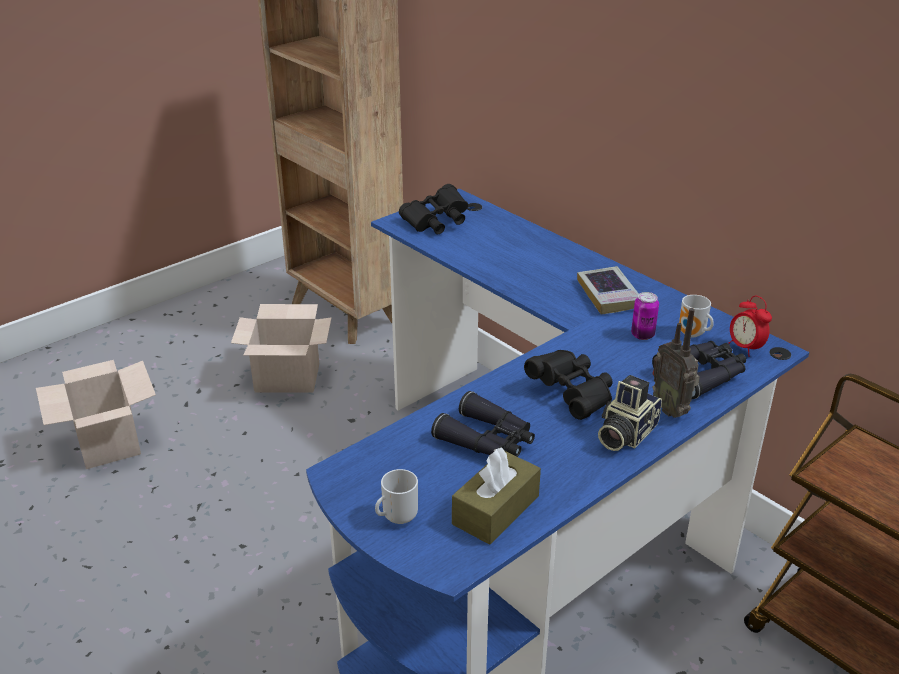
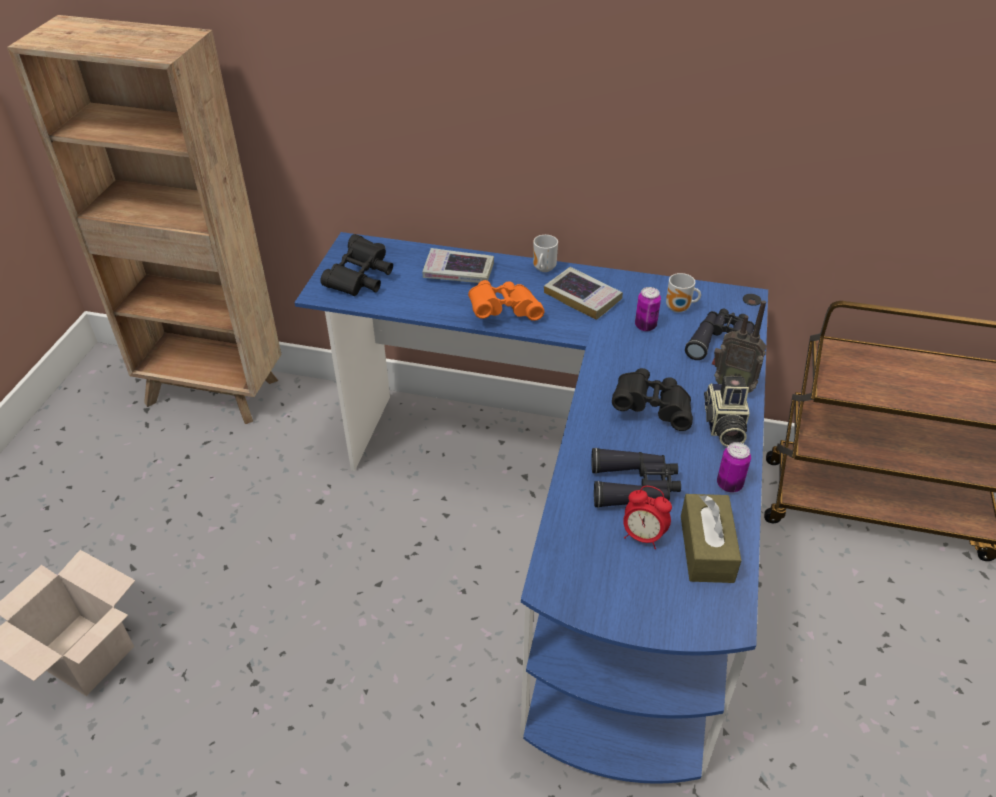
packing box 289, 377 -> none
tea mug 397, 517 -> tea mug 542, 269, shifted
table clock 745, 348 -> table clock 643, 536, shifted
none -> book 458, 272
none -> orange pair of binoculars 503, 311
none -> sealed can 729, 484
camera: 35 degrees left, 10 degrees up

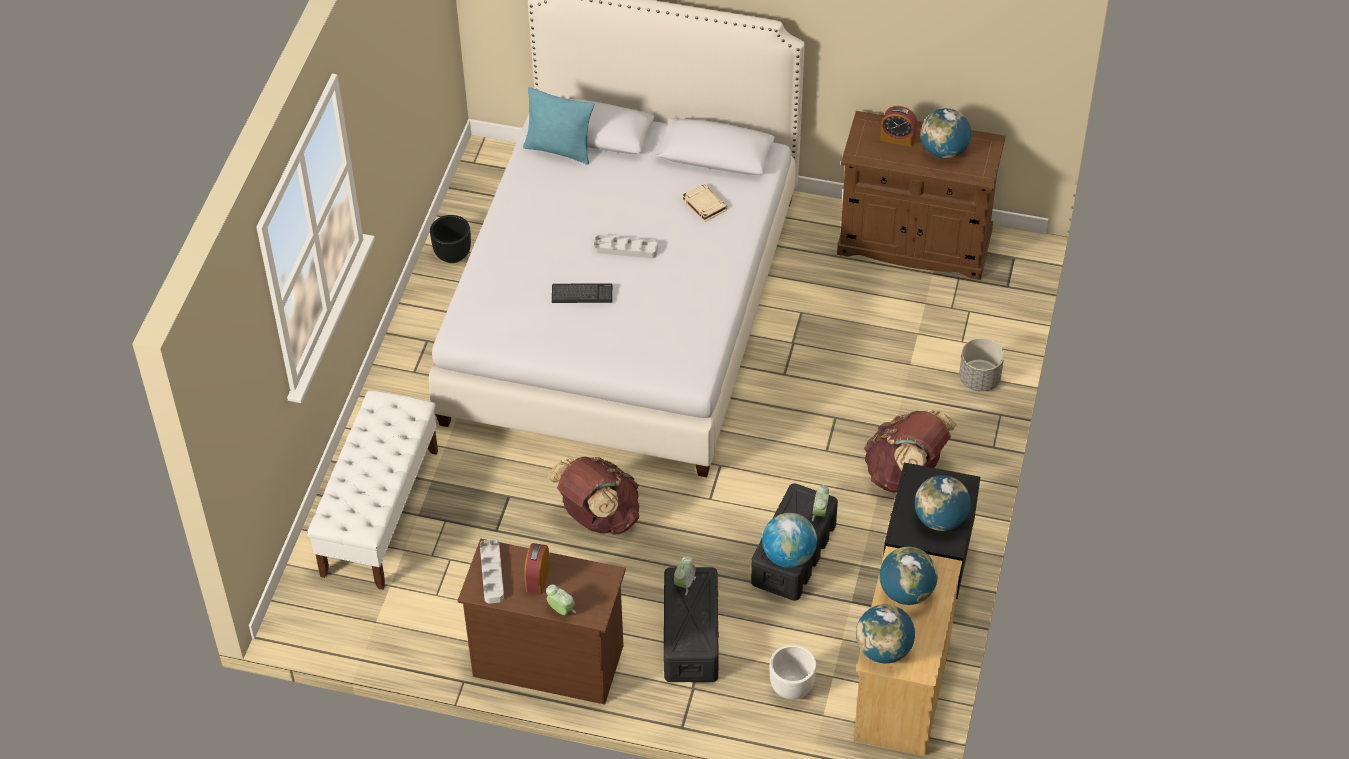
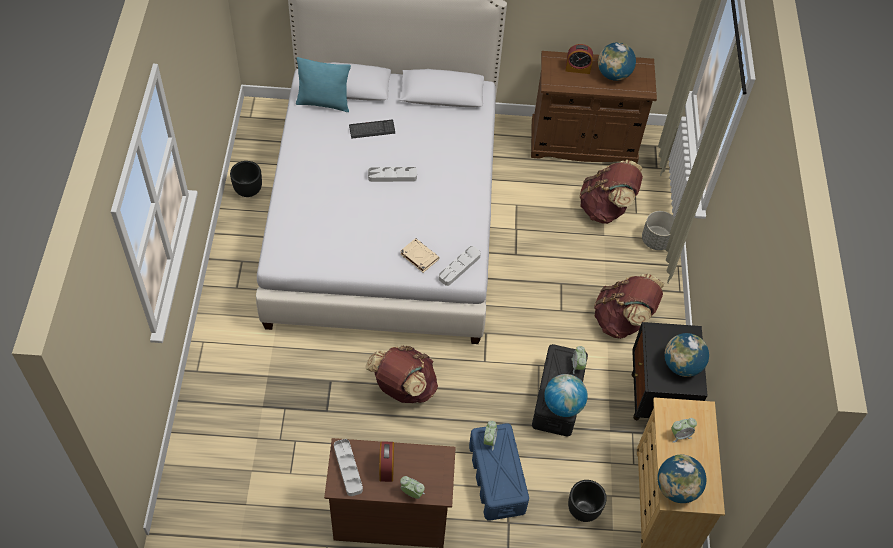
white long seat 380, 512 -> none
keyboard 582, 294 -> keyboard 372, 130, shifted
black-coloured storage bin 691, 636 -> bluish storage bin 496, 478
sand-coloured book 703, 204 -> sand-coloured book 419, 256, shifted
white flower pot 792, 687 -> black-coloured flower pot 583, 509
globe 906, 592 -> table clock 680, 435
none -> greyish serving tray 459, 267
none -> brown-coloured knapsack 606, 208
camera: 15 degrees left, 5 degrees up

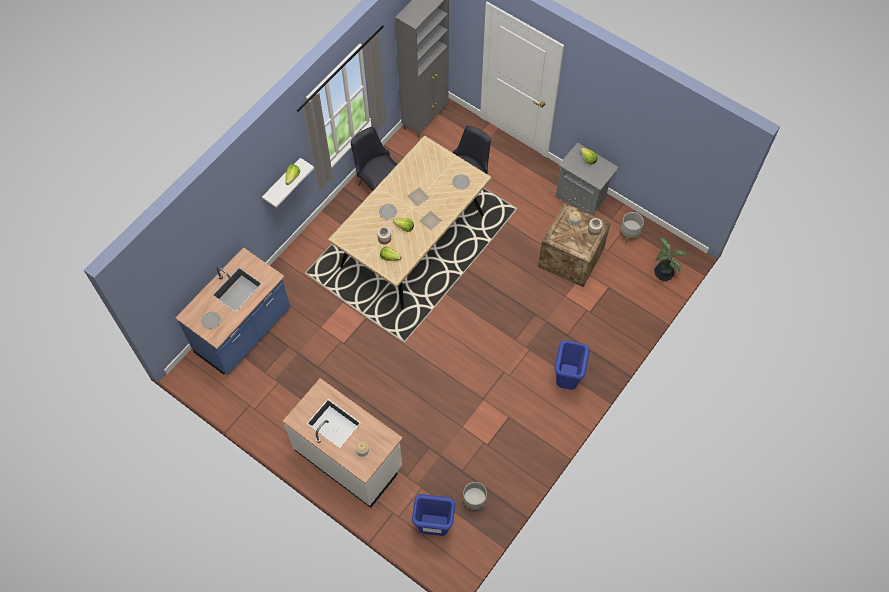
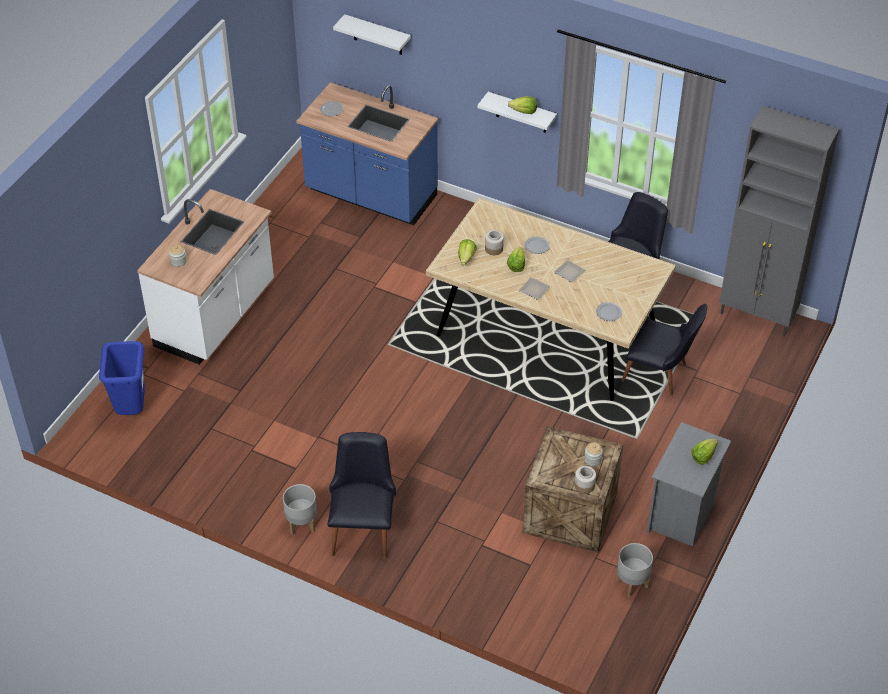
greyish flower pot 474, 503 -> greyish flower pot 301, 524, shifted
bluish trash can 566, 380 -> black-coloured chair 363, 527
plant in a pot 662, 273 -> none
none -> white wall shelf 377, 35
camera: 80 degrees right, 15 degrees down

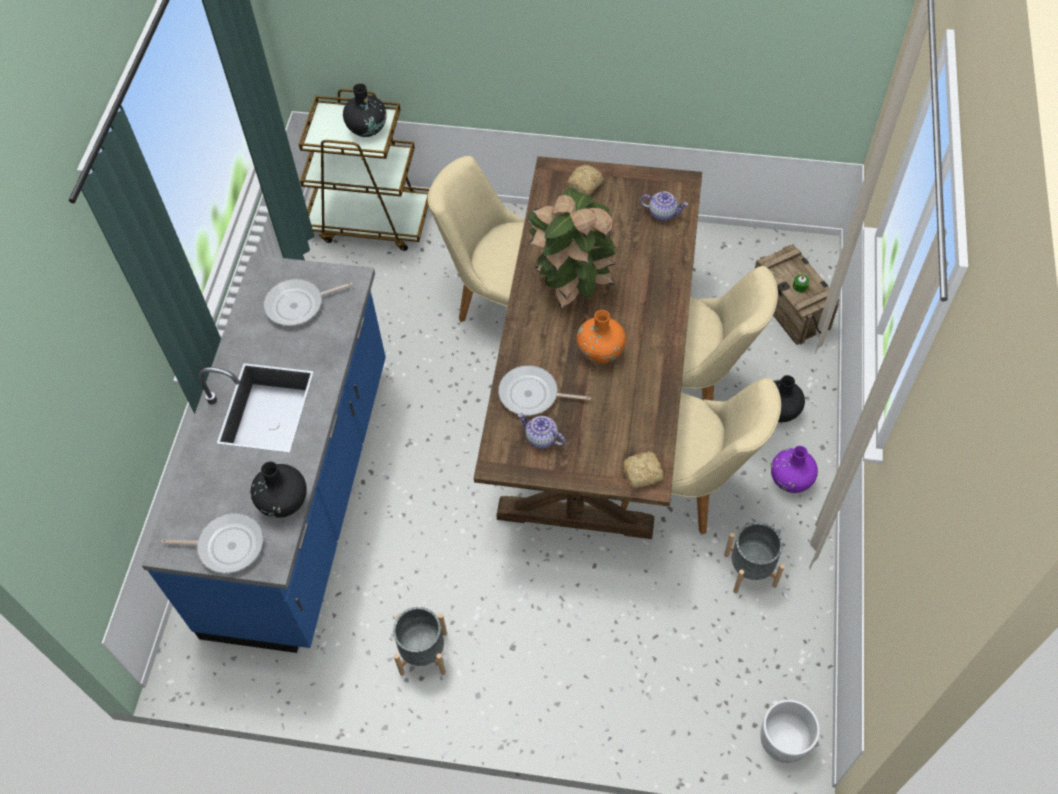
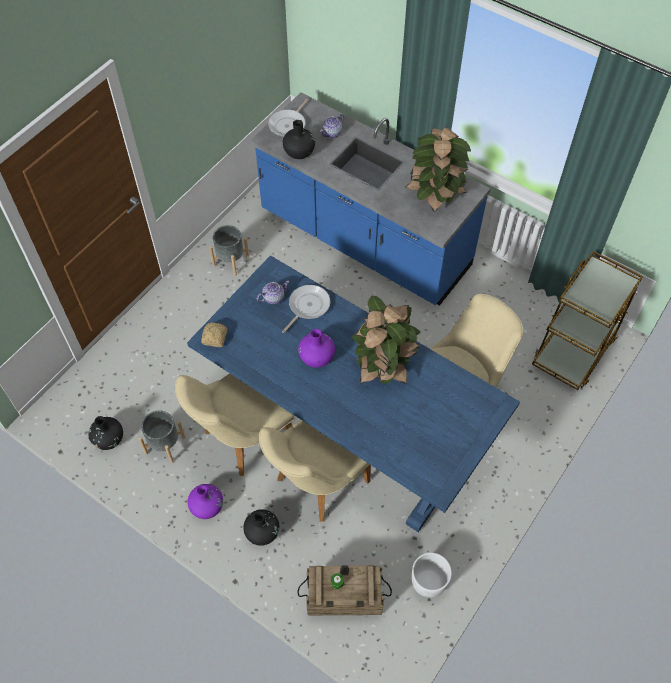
pan 298, 305 -> plant in a pot 434, 198
black-coloured flower vase 367, 128 -> black-coloured flower vase 109, 439, shifted
brown-coloured kitchen table 594, 391 -> bluish kitchen table 347, 422
bread 584, 185 -> none
orange flower vase 600, 351 -> purple-coloured flower vase 316, 357
tea pot 663, 213 -> tea pot 332, 133, shifted
white flower pot 783, 740 -> white flower pot 428, 581, shifted
camera: 115 degrees right, 0 degrees up

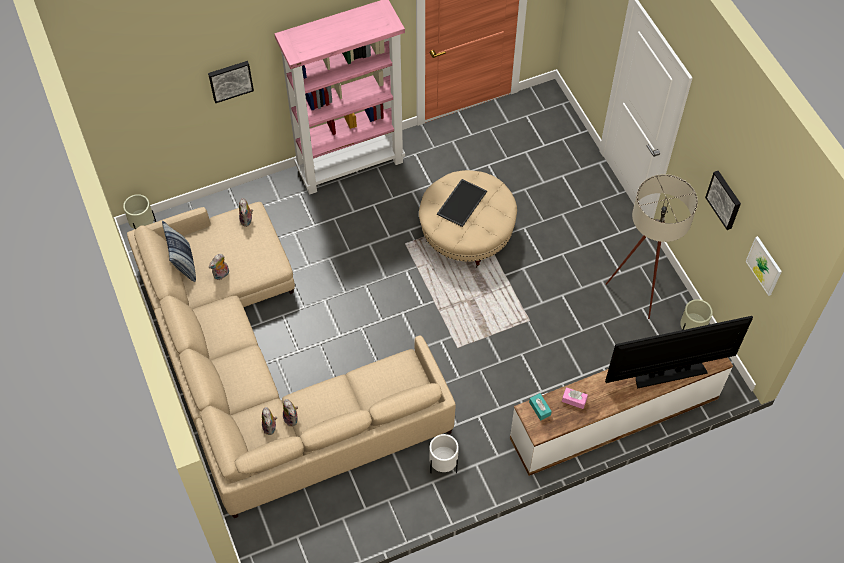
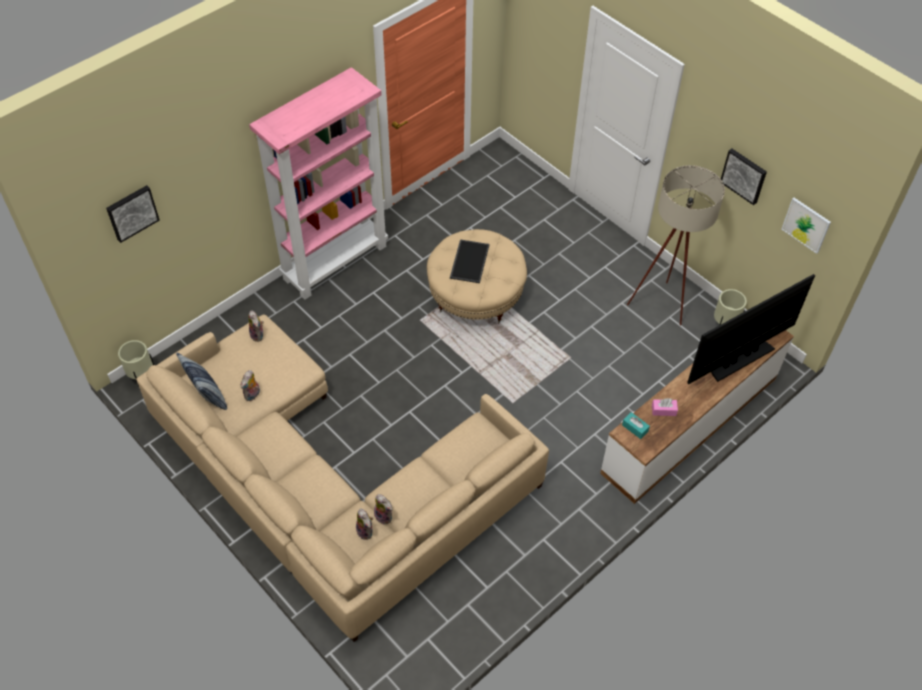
picture 230, 80 -> picture 132, 212, shifted
white flower pot 443, 466 -> none
camera: 20 degrees left, 5 degrees down

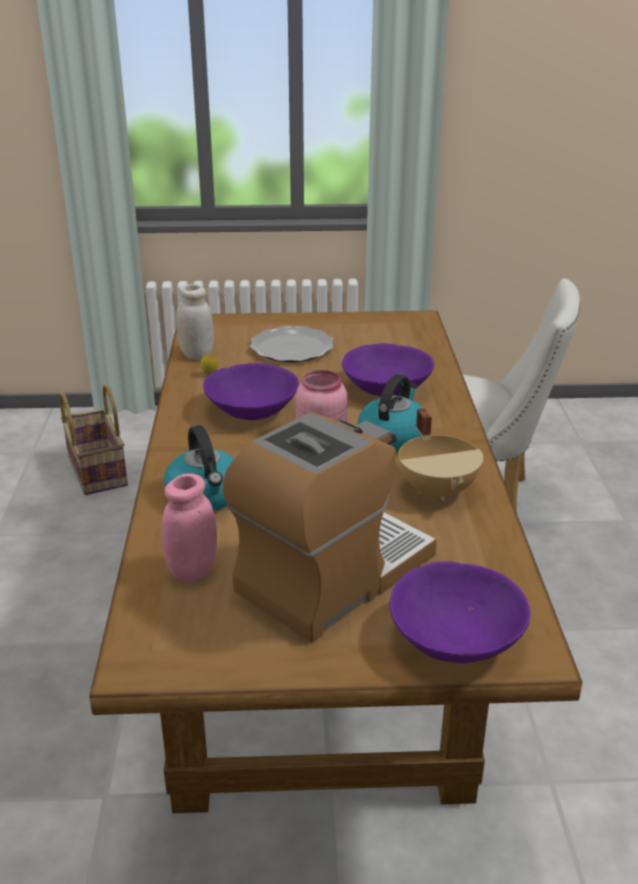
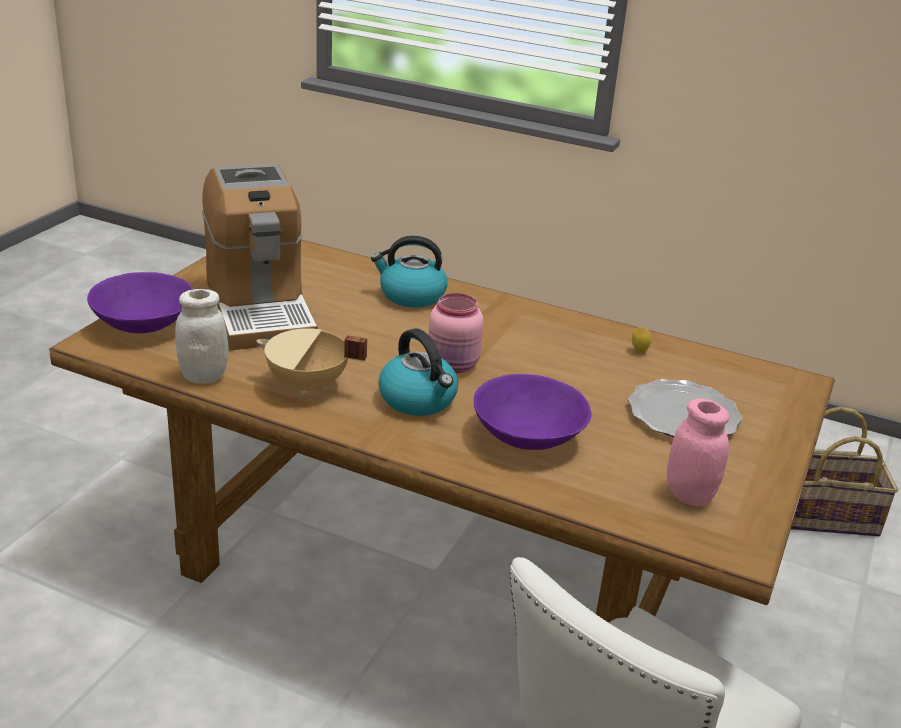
pinkish preserve jar 192, 570 -> pinkish preserve jar 689, 495, shifted
white preserve jar 196, 355 -> white preserve jar 204, 376, shifted
purple-coloured deep dish 251, 411 -> none
camera: 115 degrees right, 0 degrees up

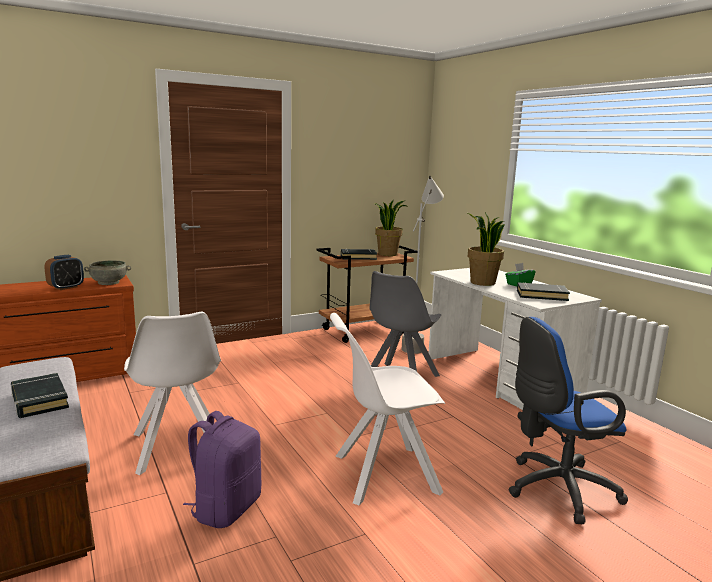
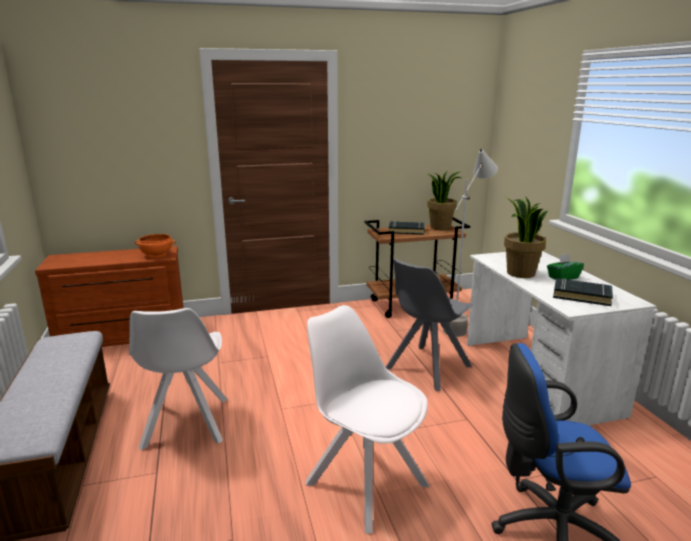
black-coloured book 39, 400 -> none
table clock 66, 287 -> none
greyish deep dish 108, 283 -> orange deep dish 156, 255
purple-coloured knapsack 226, 508 -> none
white chair 382, 474 -> white chair 364, 482, 45 degrees clockwise
camera: 15 degrees right, 5 degrees up

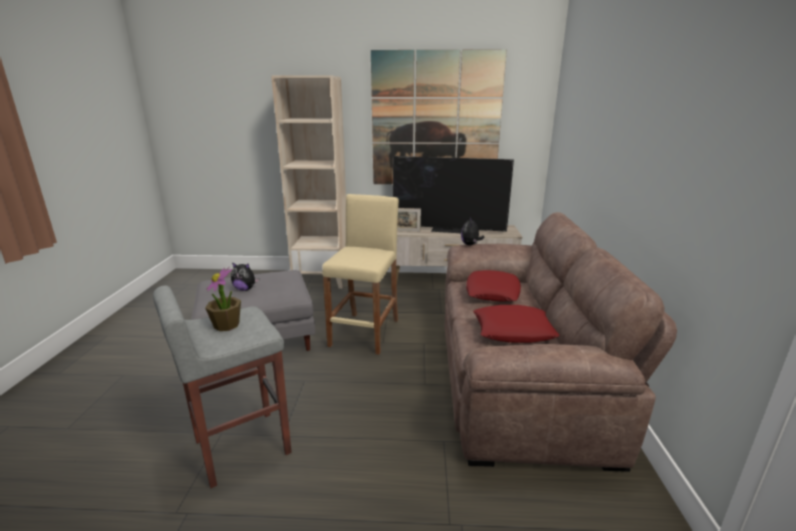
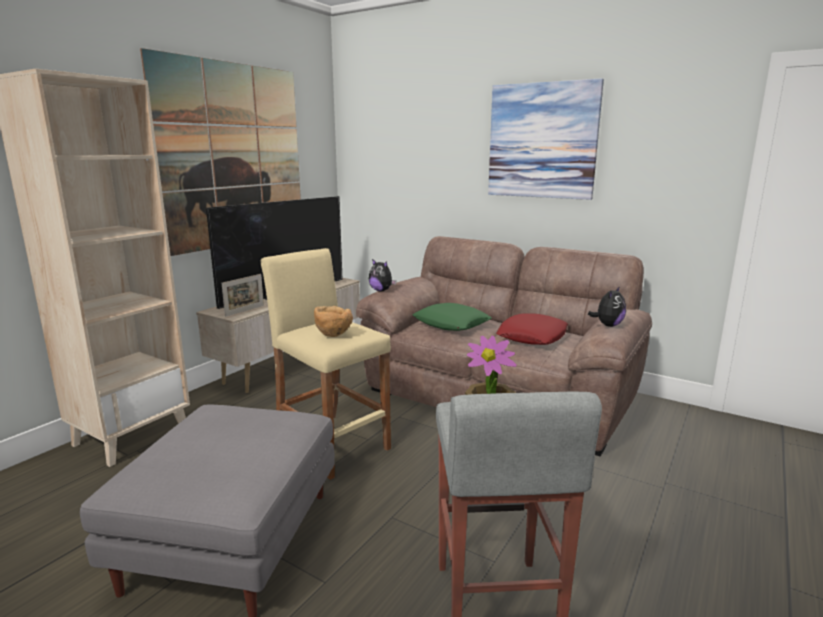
plush toy 245, 289 -> plush toy 608, 325, shifted
red-coloured throw pillow 492, 292 -> green throw pillow 451, 324
none -> brown-coloured deep dish 333, 335
none -> picture 542, 141
camera: 60 degrees left, 5 degrees down

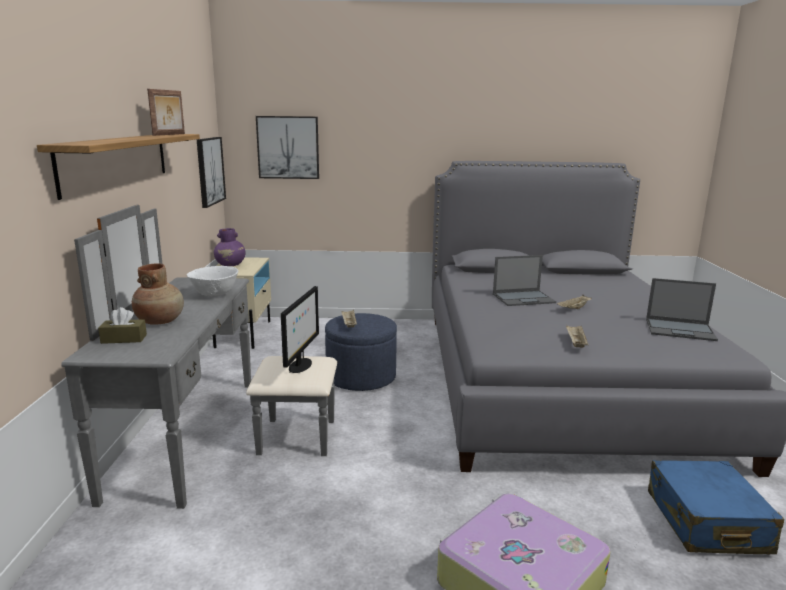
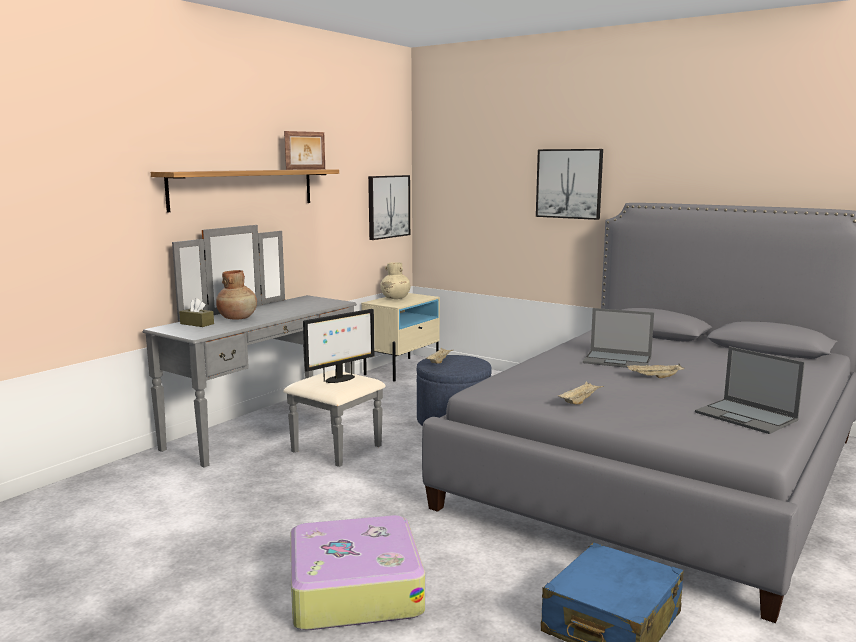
white deep dish 215, 295 -> none
purple-coloured flower vase 230, 265 -> sand-coloured flower vase 395, 298
picture 288, 147 -> picture 569, 183, shifted
camera: 35 degrees right, 5 degrees down

